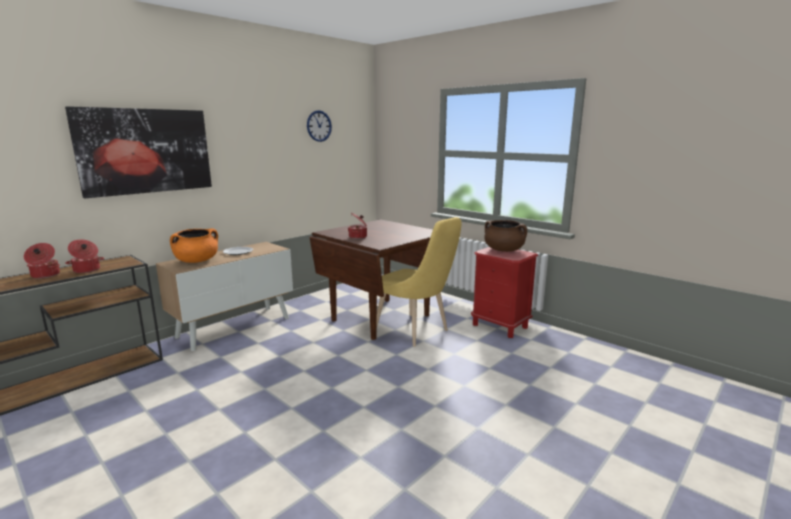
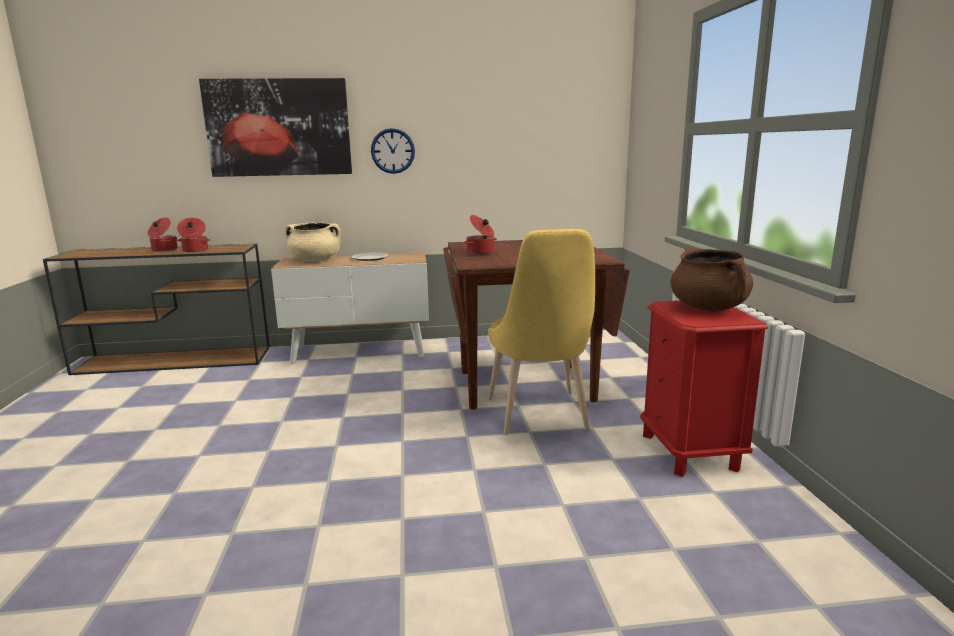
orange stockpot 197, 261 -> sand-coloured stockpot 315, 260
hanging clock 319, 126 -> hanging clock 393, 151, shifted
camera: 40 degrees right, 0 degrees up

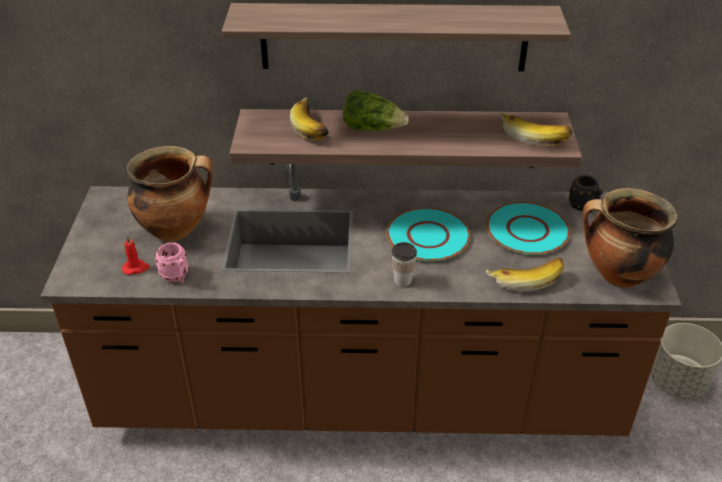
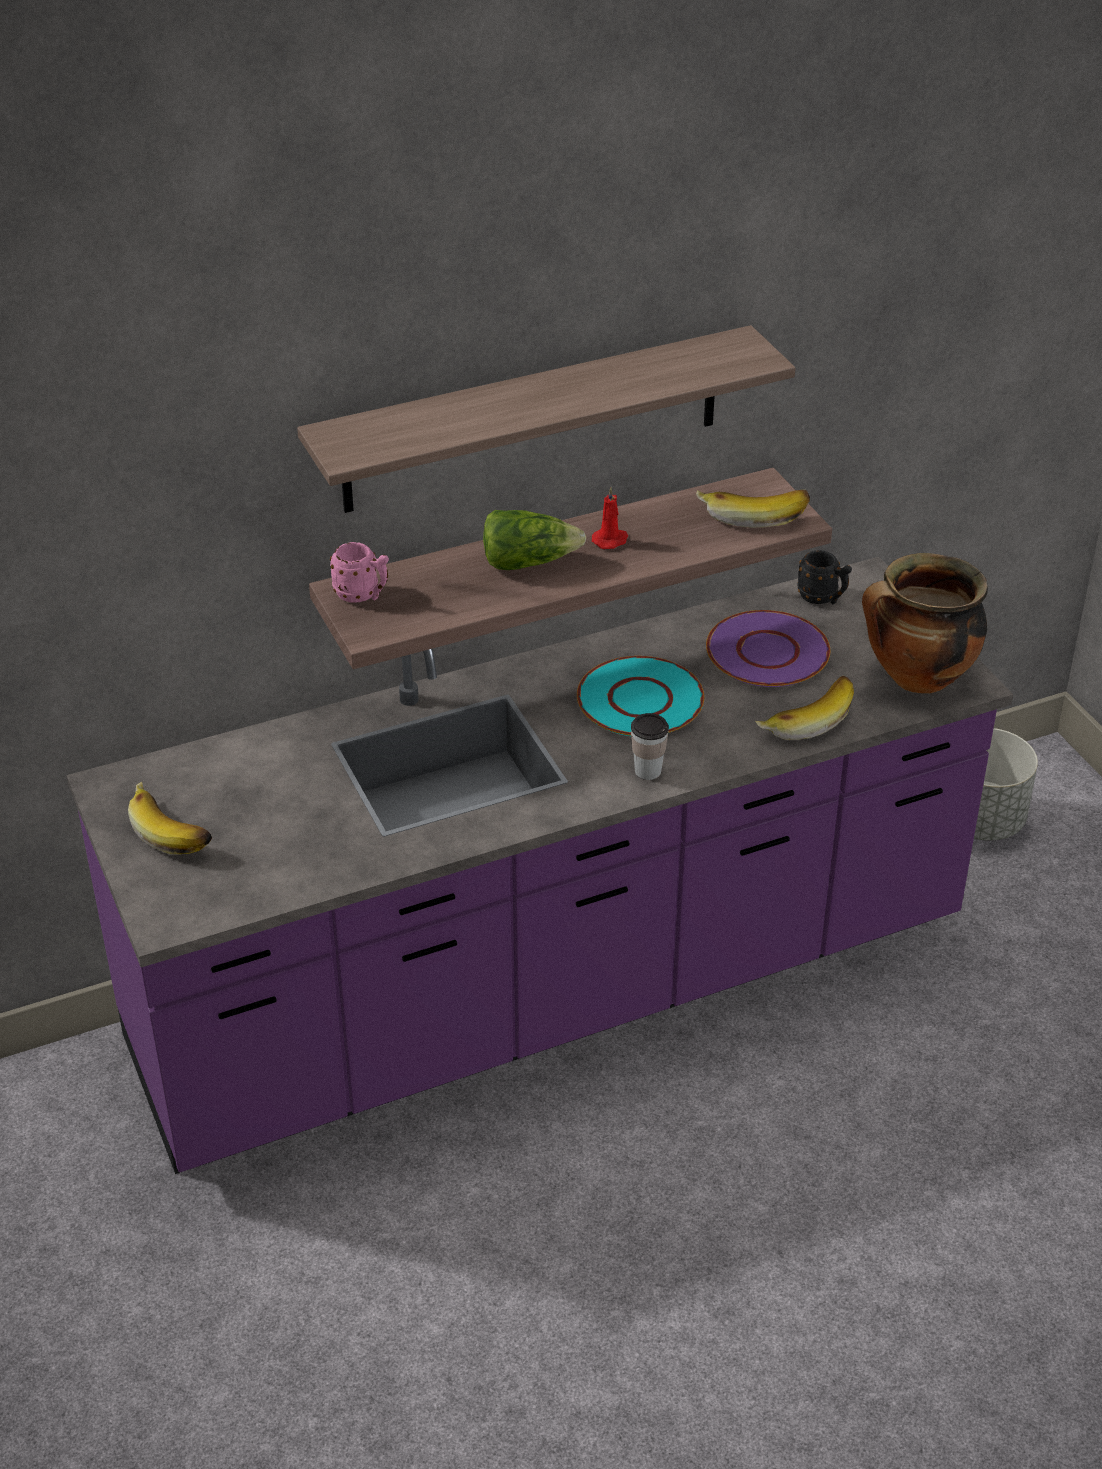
brown-coloured counter 361, 396 -> purple-coloured counter 551, 990
red-coloured wax light 136, 268 -> red-coloured wax light 611, 540, shifted
stockpot 176, 229 -> none
pinkish tea mug 177, 277 -> pinkish tea mug 363, 595, shifted
banana fruit 313, 127 -> banana fruit 174, 830, shifted
turquoise flat dish 527, 230 -> purple-coloured flat dish 768, 652
camera: 25 degrees left, 0 degrees up

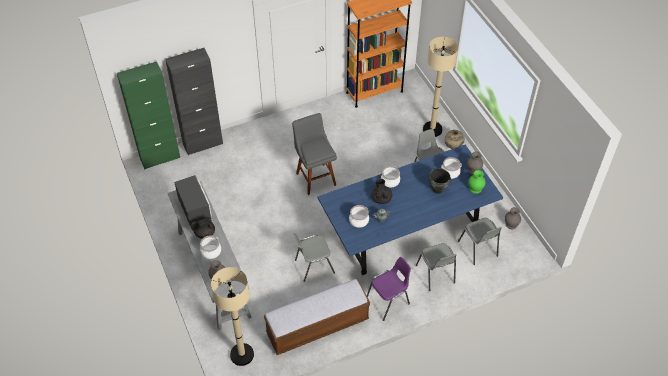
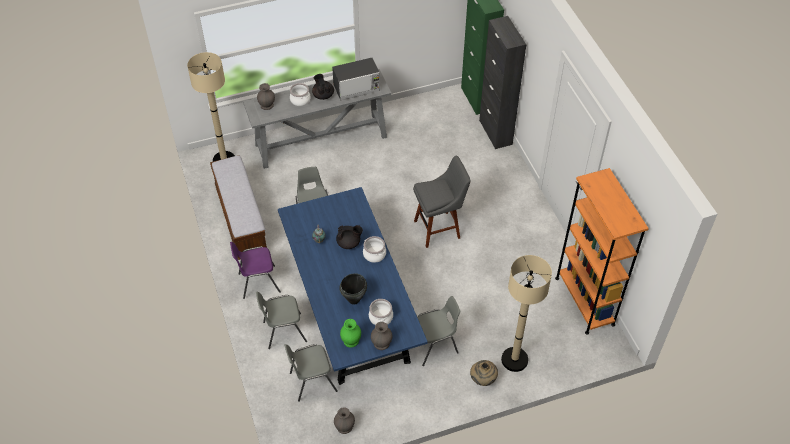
stockpot 359, 220 -> none
purple-coloured chair 388, 301 -> purple-coloured chair 258, 282, 105 degrees clockwise
camera: 95 degrees right, 0 degrees up

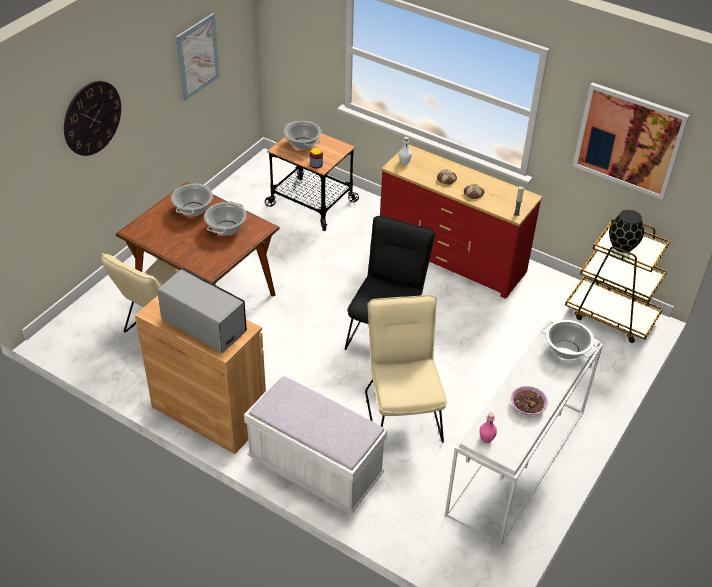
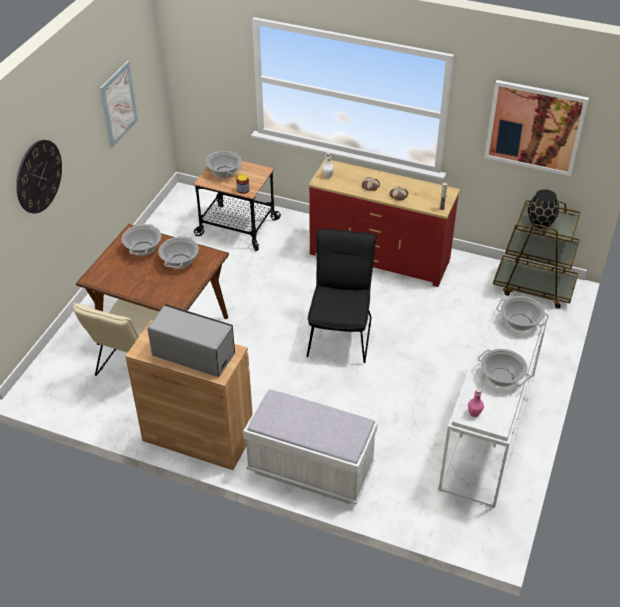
sand-coloured chair 402, 411 -> none
deep dish 528, 405 -> stockpot 501, 377
camera: 10 degrees left, 0 degrees up

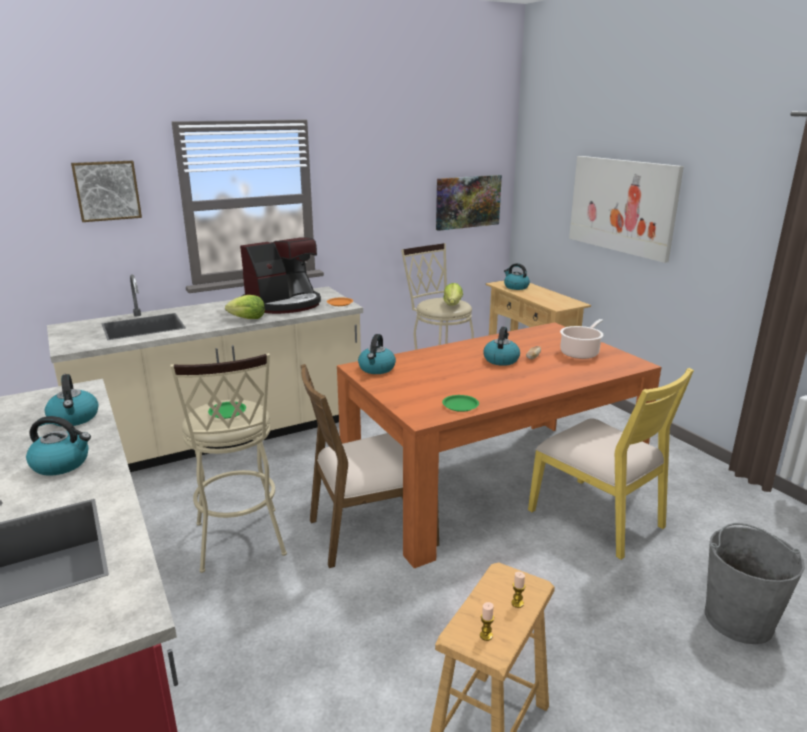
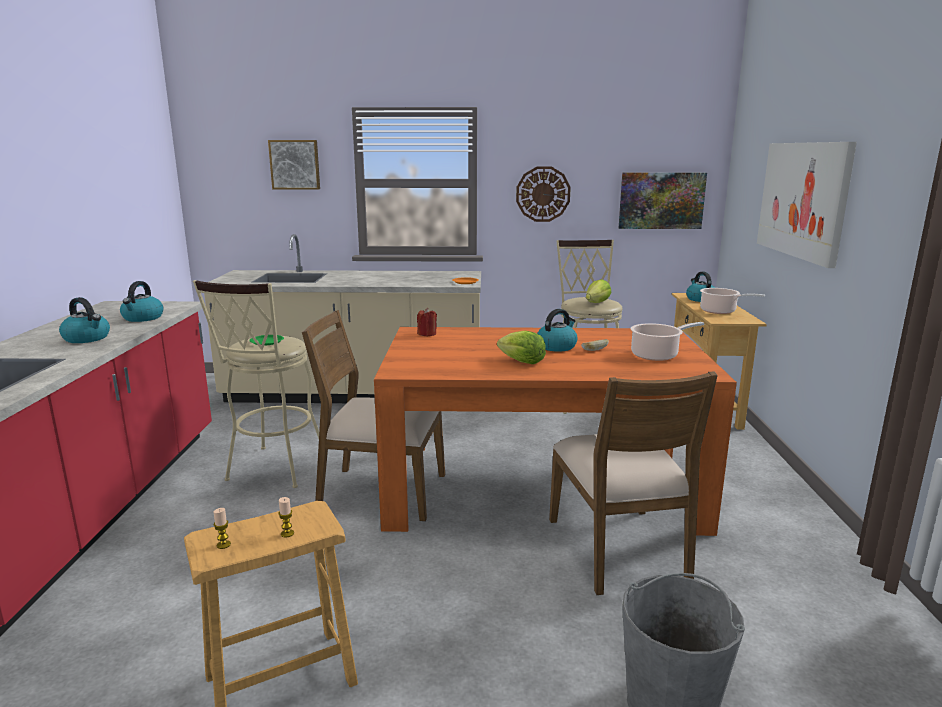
head of lettuce 247, 318 -> head of lettuce 522, 362, shifted
coffee brewer 284, 304 -> none
kettle 377, 369 -> red-coloured wax light 427, 334
green flat dish 460, 406 -> none
yellow-coloured chair 597, 517 -> brown-coloured chair 619, 549
none -> hanging clock 543, 194
none -> stockpot 720, 311
camera: 30 degrees right, 5 degrees down

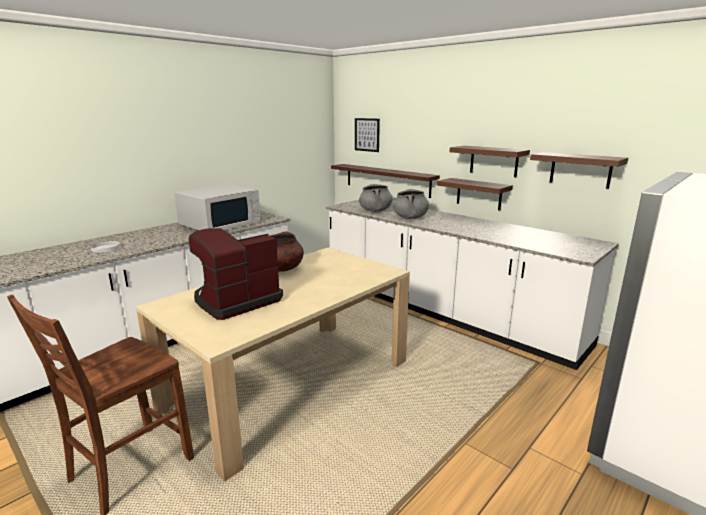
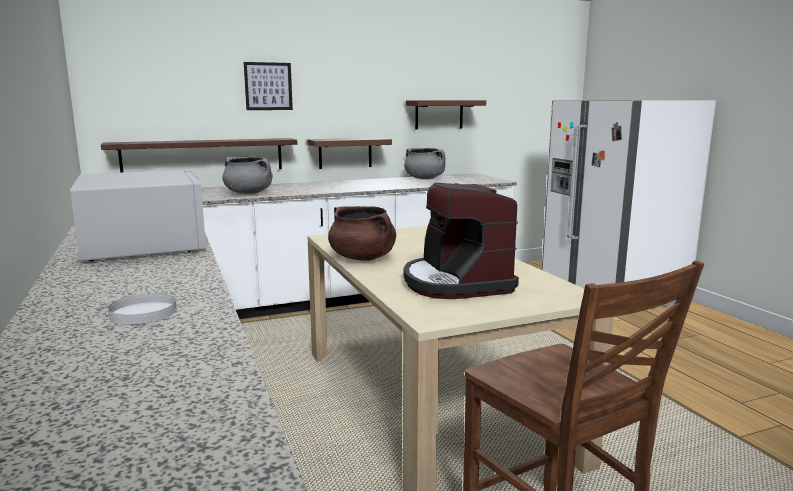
picture 367, 134 -> picture 268, 86, shifted
greyish stockpot 410, 217 -> greyish stockpot 425, 178, shifted
brown-coloured wall shelf 493, 161 -> none
camera: 65 degrees left, 5 degrees down

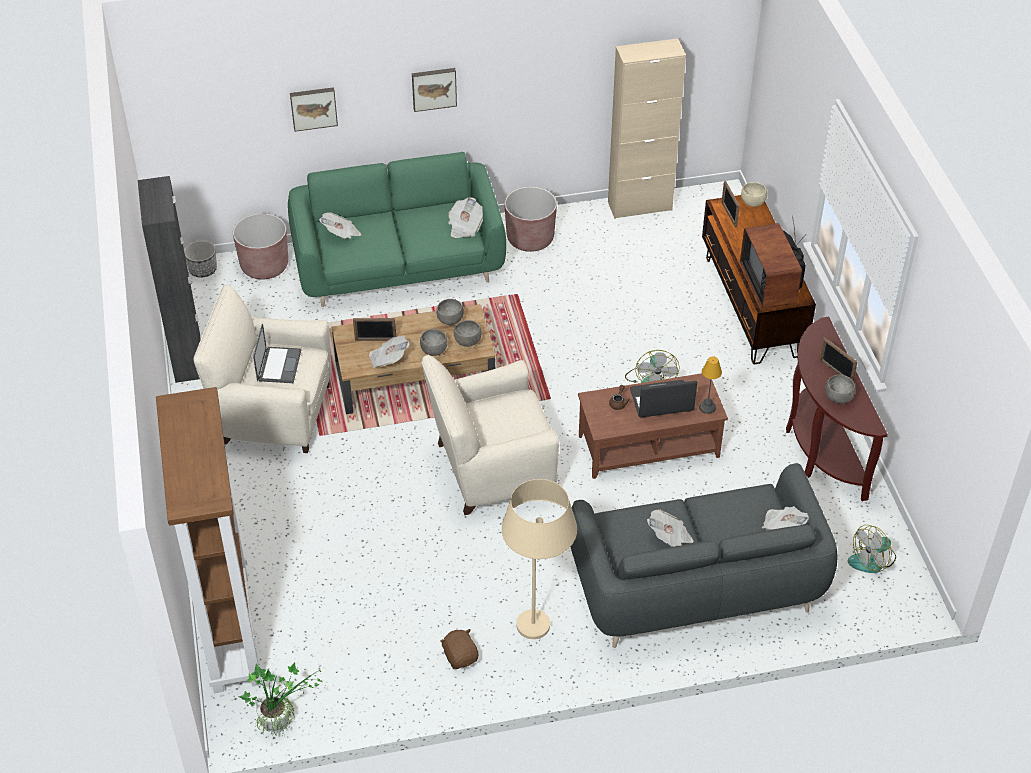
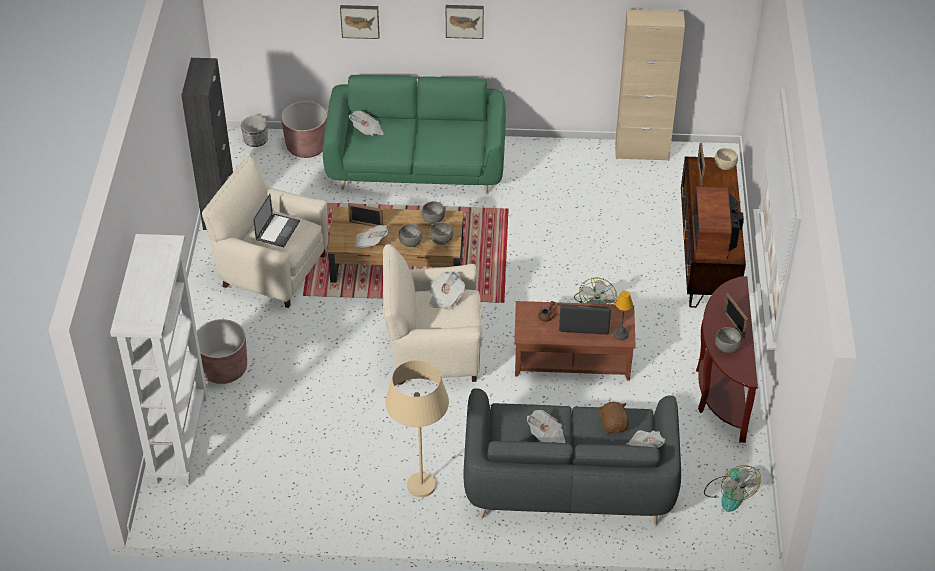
brown-coloured bookshelf 229, 630 -> white bookshelf 178, 437
plant in a pot 281, 718 -> none
brown-coloured plush toy 460, 656 -> brown-coloured plush toy 613, 425, shifted
newspaper 465, 227 -> newspaper 445, 298, shifted
brown-coloured flower pot 530, 238 -> brown-coloured flower pot 224, 368, shifted
electric fan 872, 560 -> electric fan 729, 493, 90 degrees counterclockwise
camera: 15 degrees right, 0 degrees up

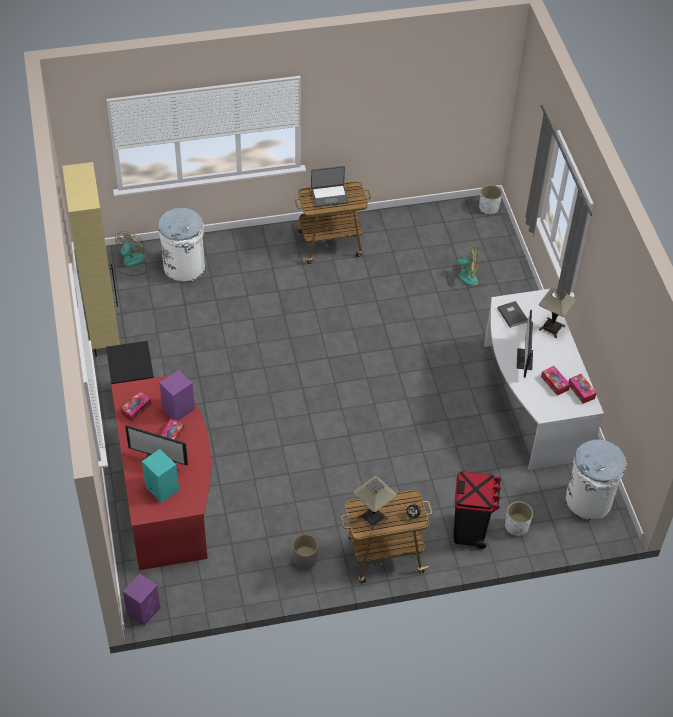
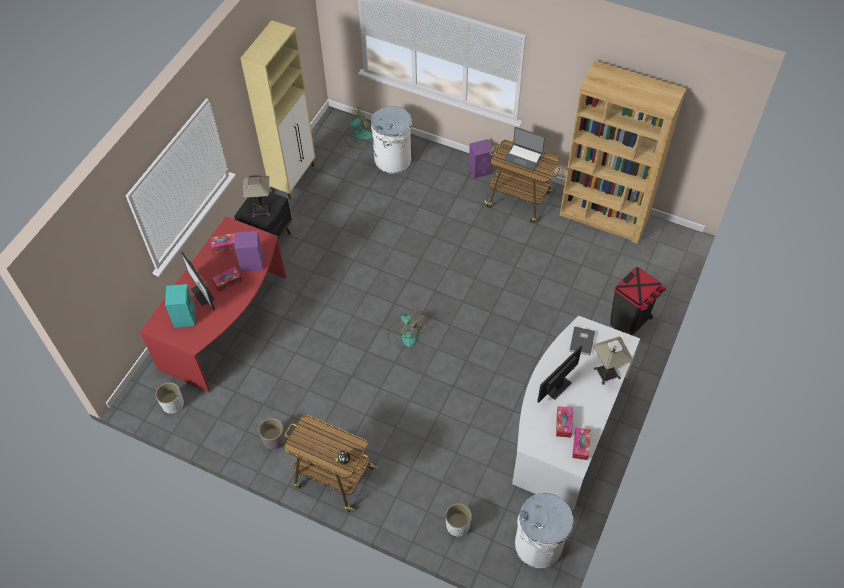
purple-coloured loudspeaker 144, 610 -> purple-coloured loudspeaker 481, 170, shifted
lamp for a table 373, 517 -> lamp for a table 261, 209, shifted
electric fan 462, 277 -> electric fan 405, 333, shifted
black-coloured trash can 470, 530 -> black-coloured trash can 629, 322, shifted
white flower pot 488, 208 -> white flower pot 172, 404, shifted
none -> brown-coloured bookshelf 604, 217
camera: 40 degrees right, 5 degrees up

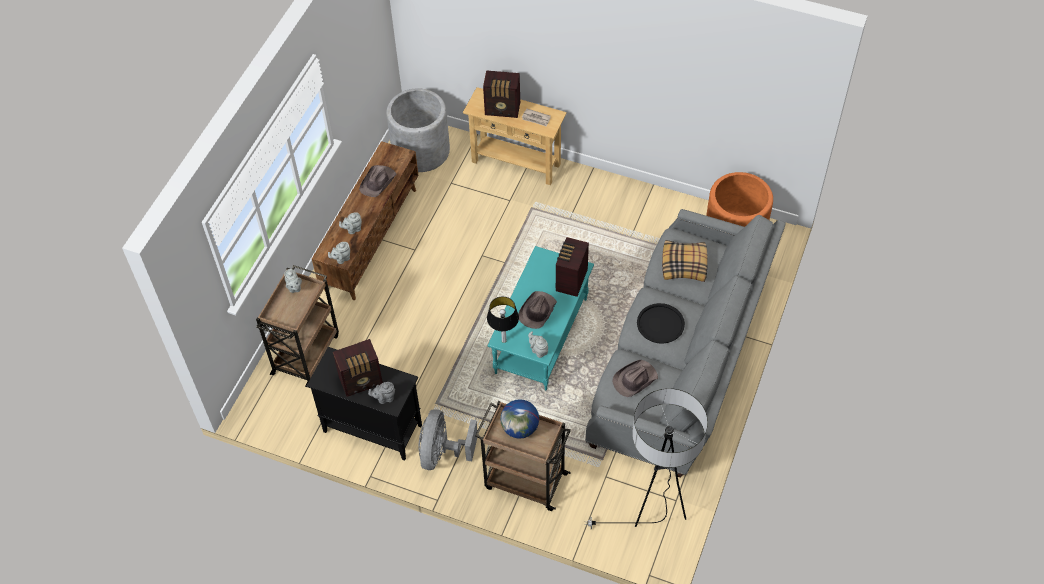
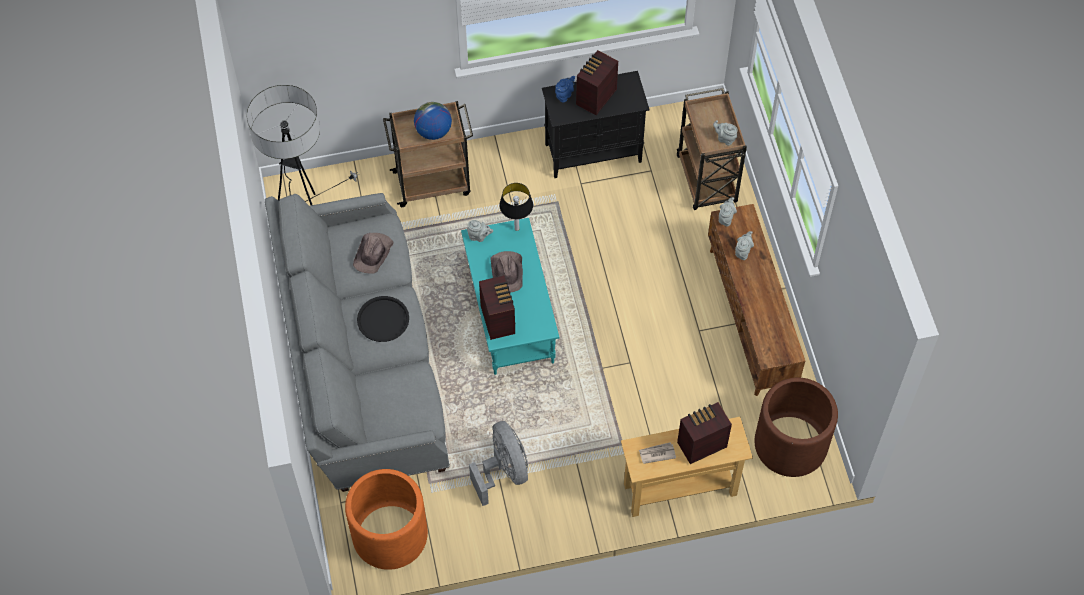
brown-coloured clothing hat 378, 182 -> none
greyish tea pot 384, 398 -> bluish tea pot 564, 95
greyish flower pot 421, 151 -> brown-coloured flower pot 790, 444
greyish electric fan 442, 453 -> greyish electric fan 503, 471, shifted
throw pillow 684, 265 -> none
camera: 145 degrees right, 5 degrees up

